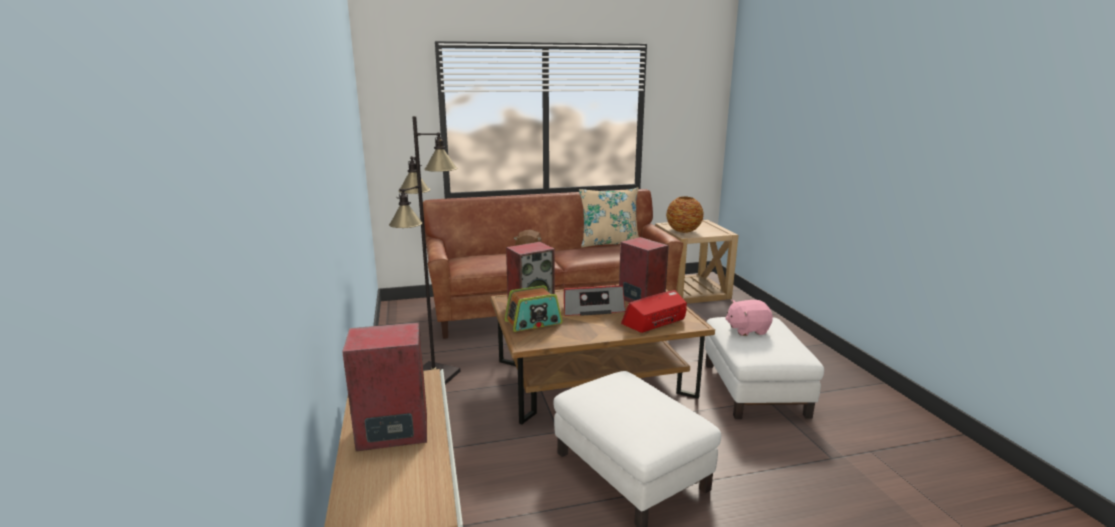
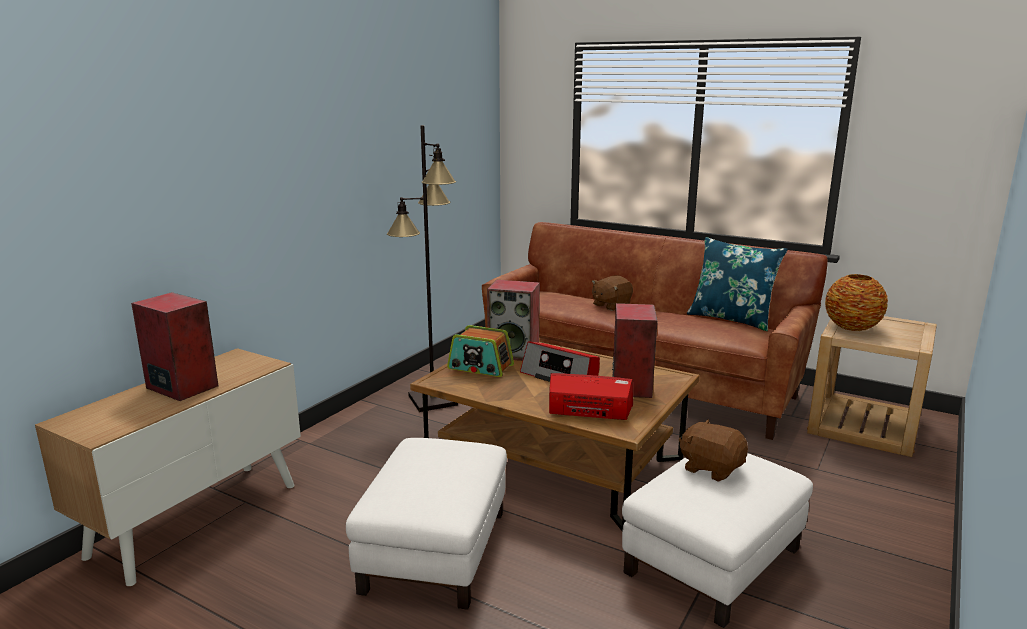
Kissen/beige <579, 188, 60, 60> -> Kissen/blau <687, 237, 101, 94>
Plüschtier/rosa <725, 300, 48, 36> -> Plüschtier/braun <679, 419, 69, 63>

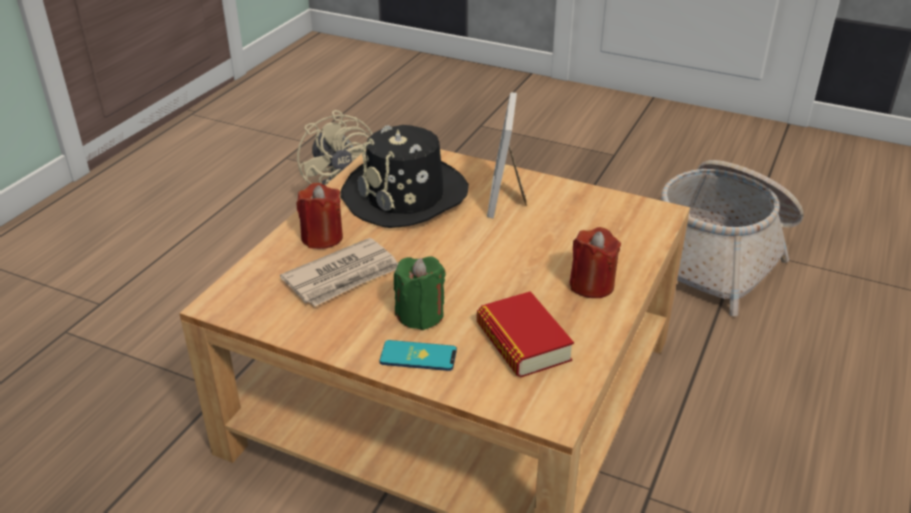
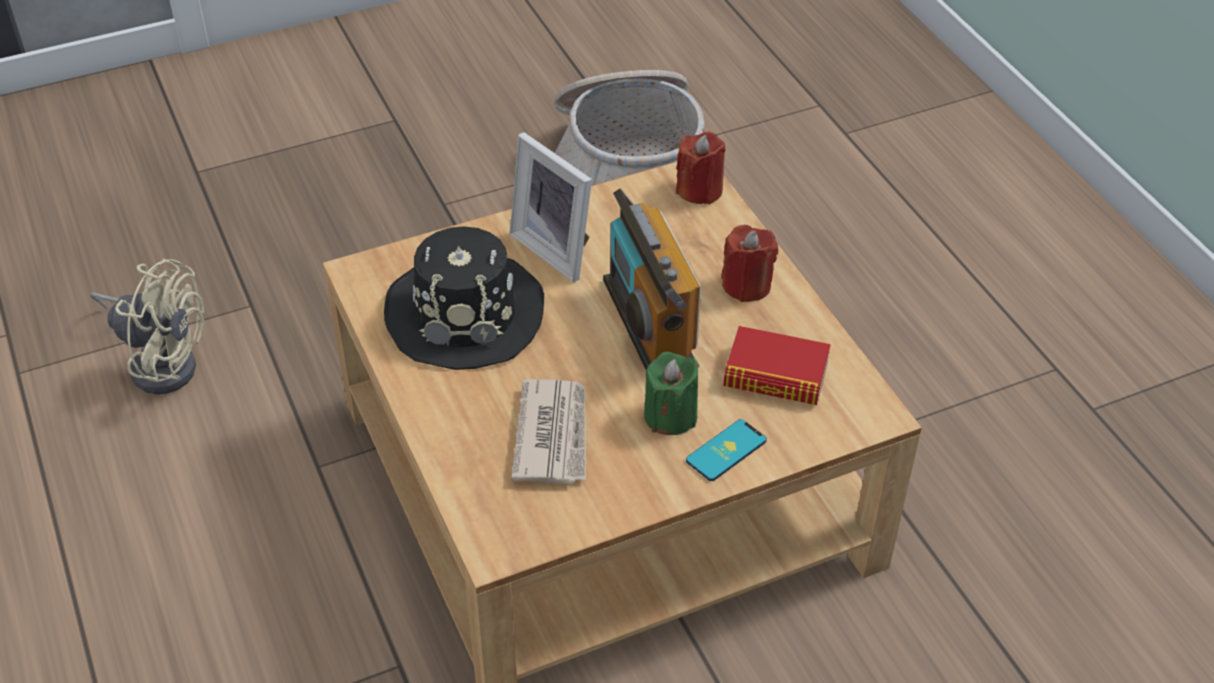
none -> Radio <603, 188, 99, 182>
Kerze/rot <296, 183, 47, 66> -> Kerze/rot <676, 132, 50, 72>, relocated

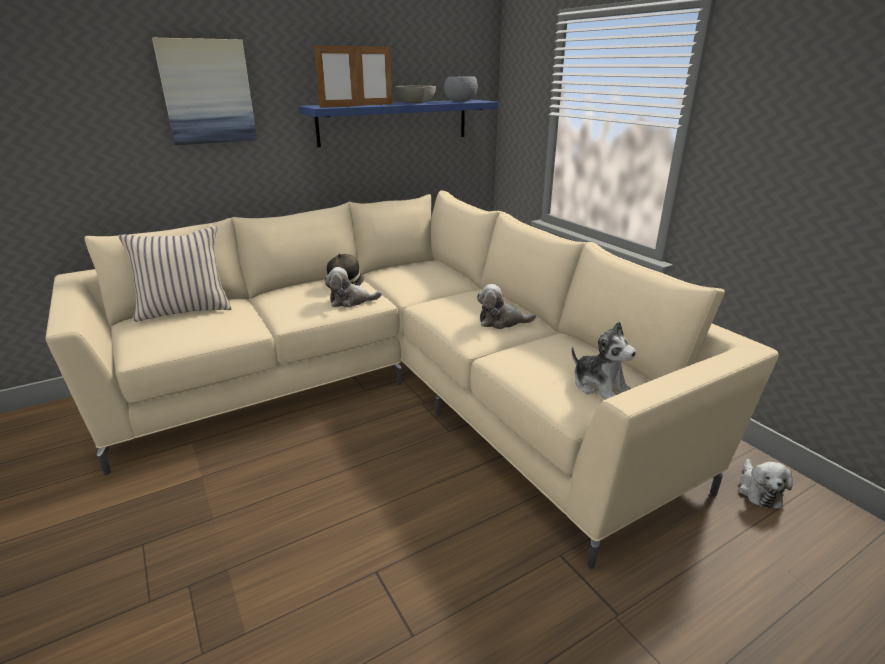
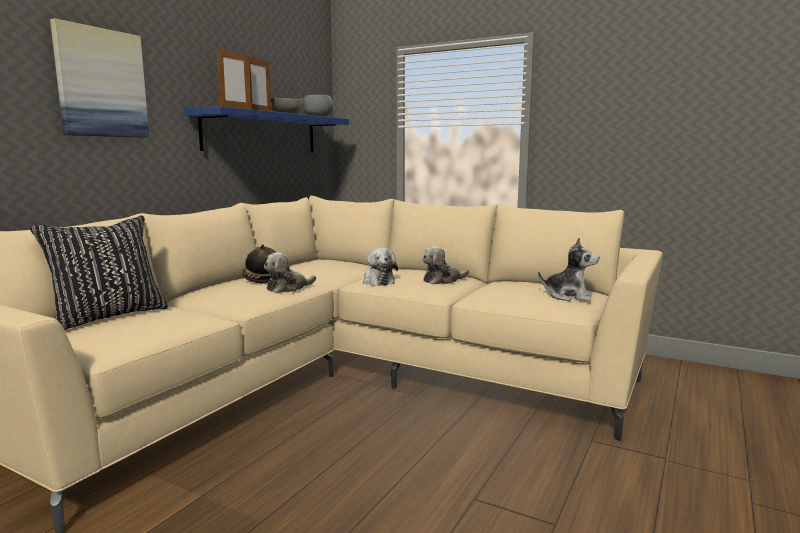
Plüschtier <738, 459, 55, 50> -> Plüschtier <363, 248, 35, 38>, relocated
Kissen/beige <118, 226, 113, 96> -> Kissen/schwarz <29, 216, 139, 114>

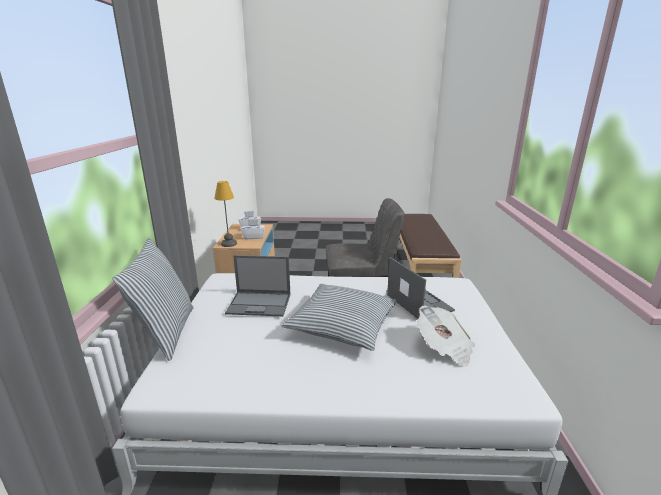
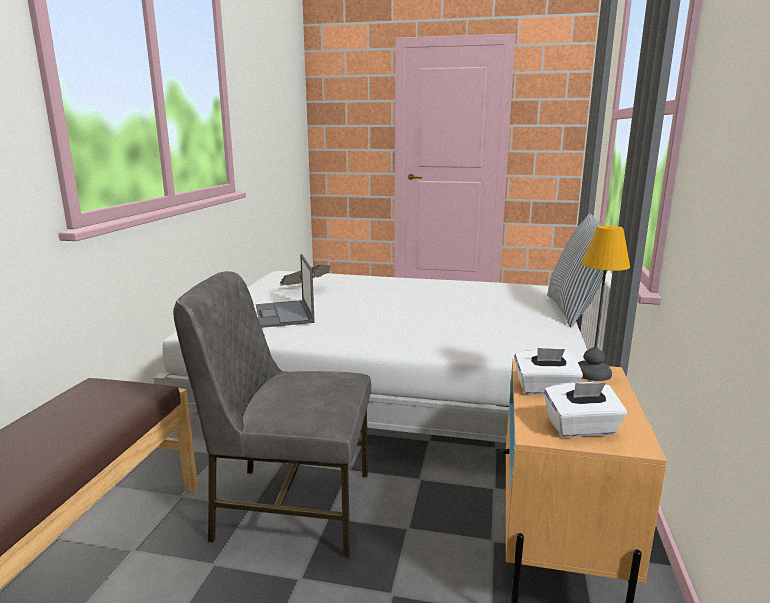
Laptop <225, 255, 66, 61> -> none
Kissen <282, 284, 115, 67> -> none

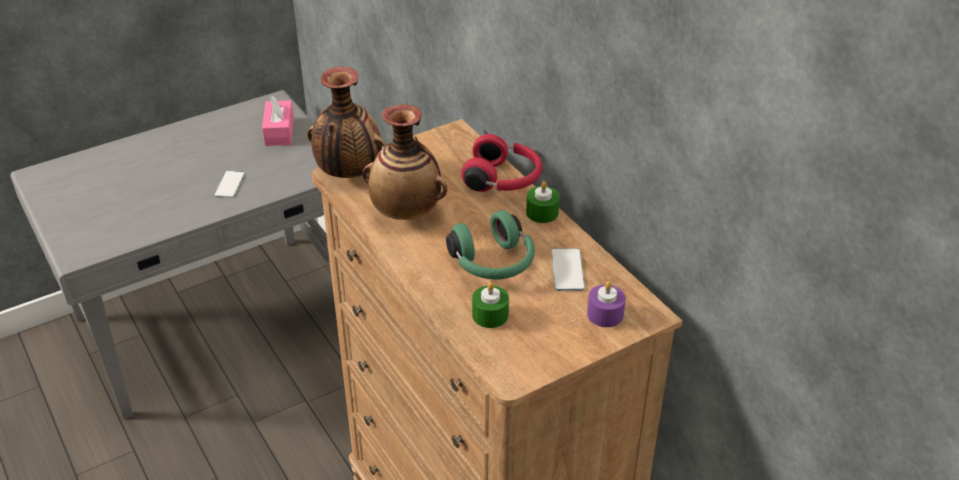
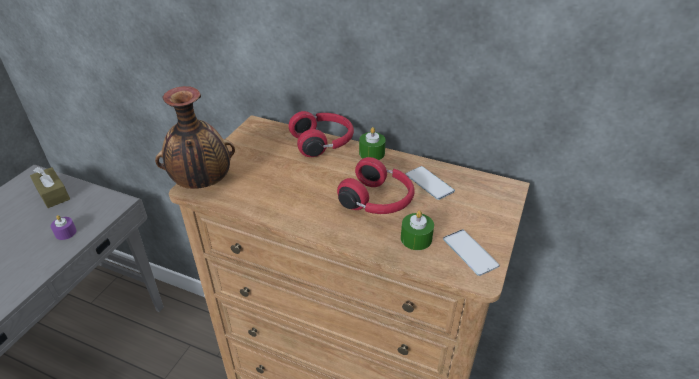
Vase <362, 104, 85, 116> -> none
Handy <214, 170, 31, 28> -> Handy <443, 230, 57, 46>, relocated
Kerze/lila <587, 282, 39, 45> -> Kerze/lila <51, 215, 26, 25>, relocated
Taschentuchbox/rosa <262, 96, 32, 50> -> Taschentuchbox/braun <30, 167, 40, 41>
Kopfhörer/grün <446, 210, 89, 70> -> Kopfhörer/rot <337, 157, 77, 57>

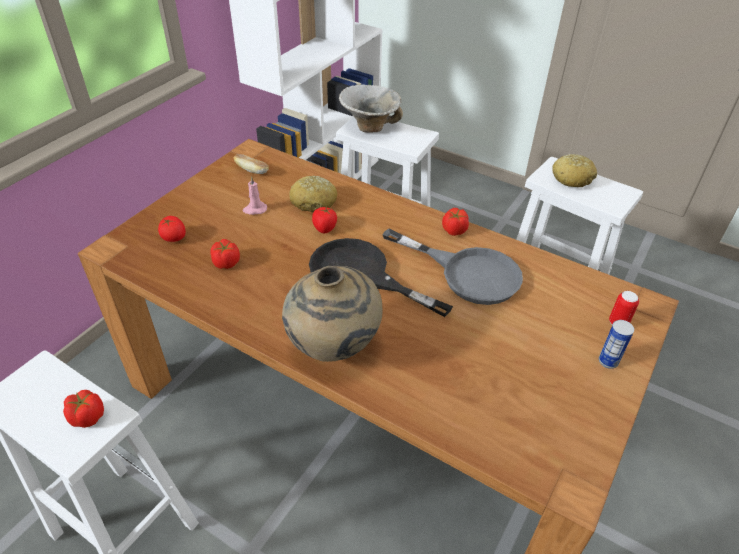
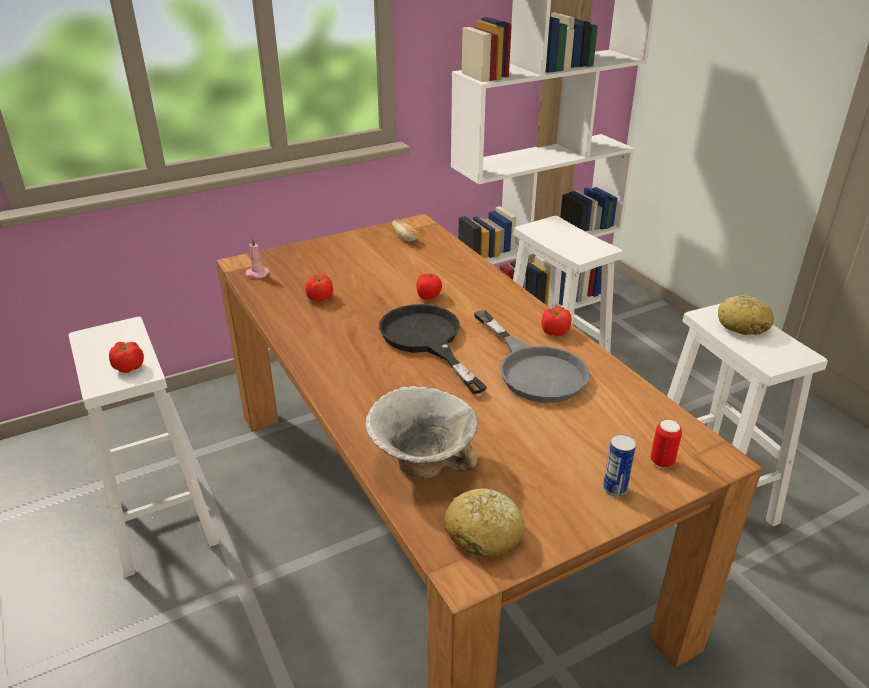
Tomate <158, 216, 28, 26> -> none
Vase/beige <282, 266, 100, 96> -> none
Kerze/rosa <243, 176, 24, 39> -> Kerze/rosa <245, 237, 25, 41>, relocated
Brot <289, 176, 48, 36> -> Brot <444, 488, 81, 69>, relocated
Schüssel <339, 84, 64, 49> -> Schüssel <366, 386, 113, 93>, relocated

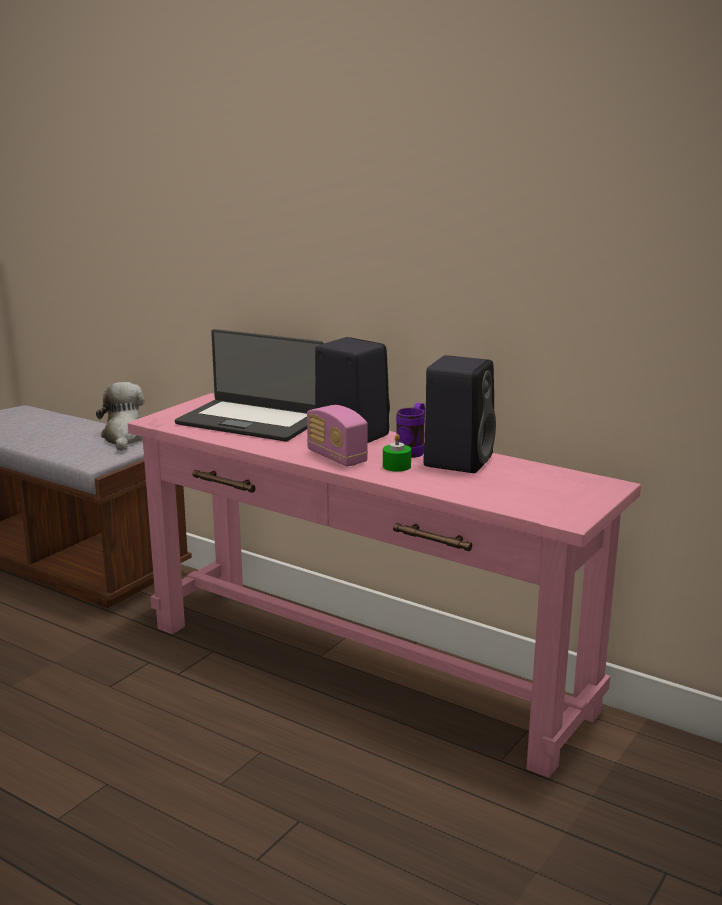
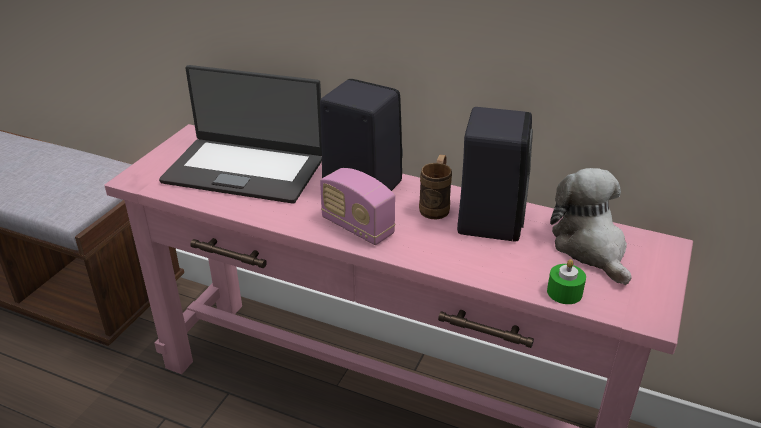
Plüschtier <96, 382, 49, 69> -> Plüschtier <550, 168, 82, 117>, relocated
Kerze/grün <383, 434, 28, 38> -> Kerze/grün <547, 259, 39, 45>, relocated
Henkelbecher/lila <396, 403, 29, 55> -> Henkelbecher/braun <419, 155, 33, 64>

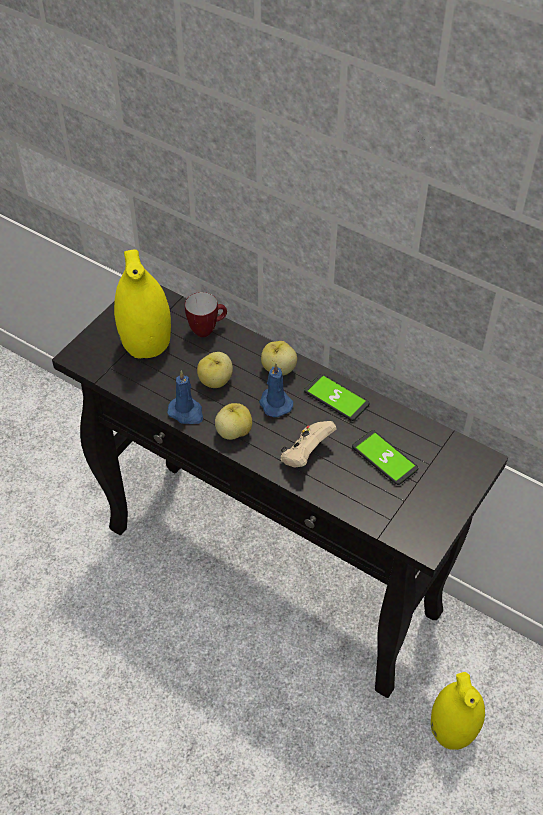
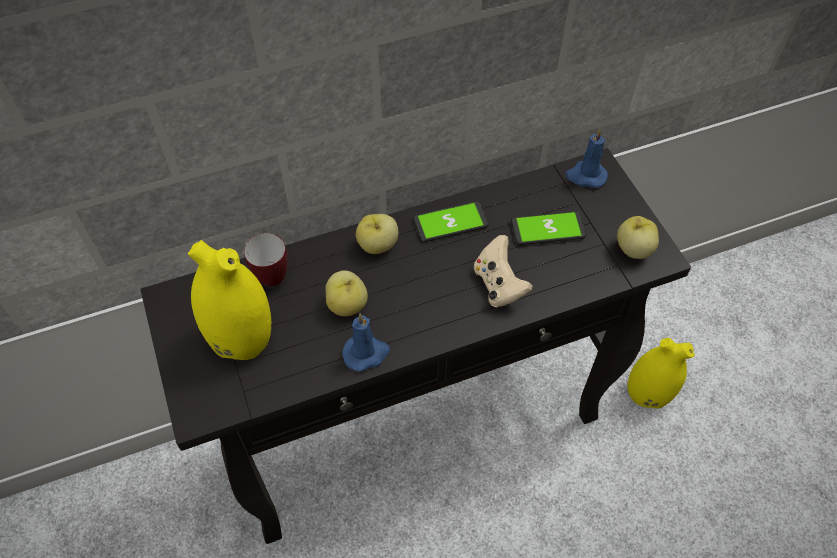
Apfel <215, 403, 37, 37> -> Apfel <617, 216, 42, 43>, relocated
Kerze/blau <259, 363, 34, 54> -> Kerze/blau <565, 129, 43, 59>, relocated

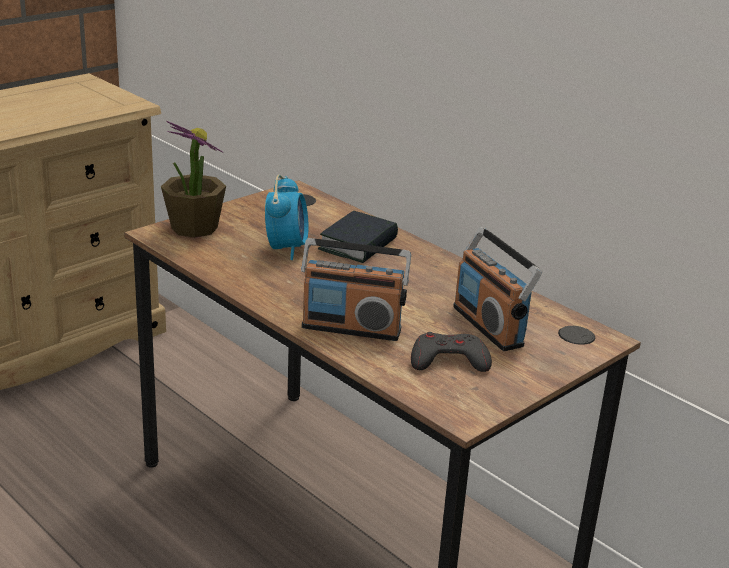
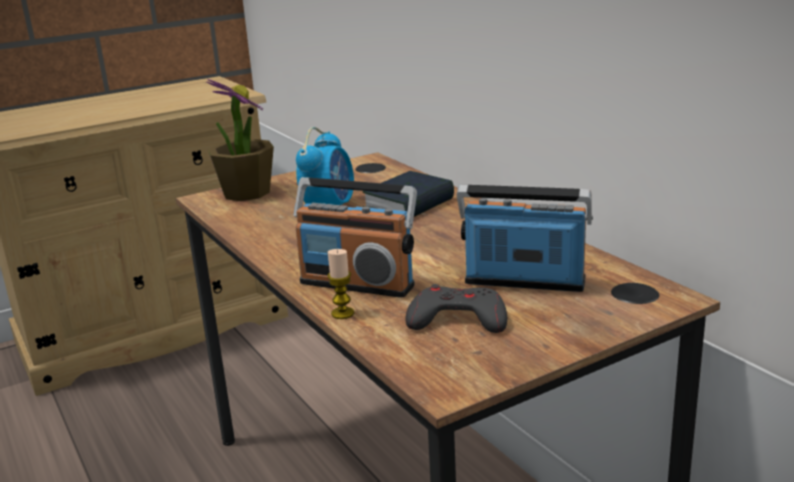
none -> Kerze <327, 249, 27, 70>
Radio <453, 227, 89, 124> -> Radio <457, 185, 136, 107>, 120 degrees clockwise

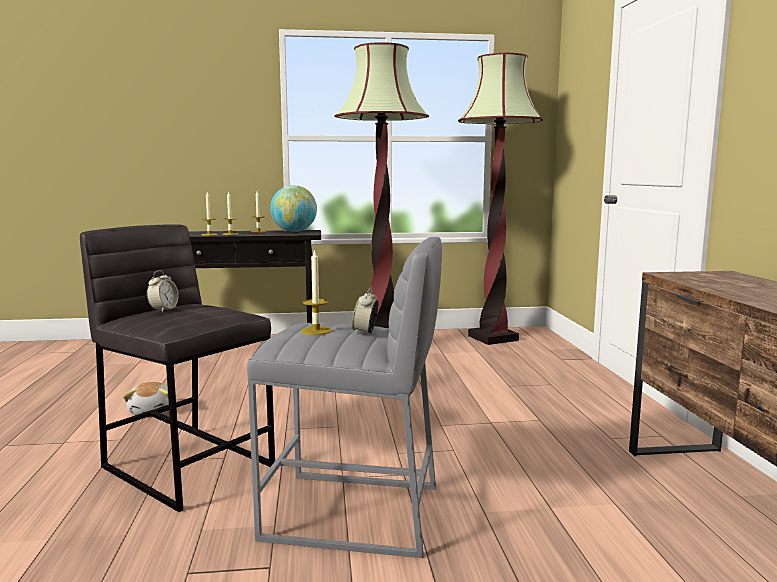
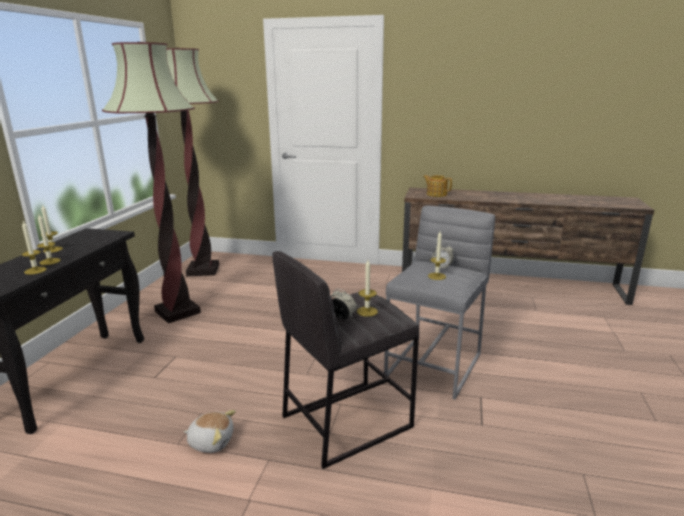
Globus <270, 185, 47, 47> -> none
none -> Kerze <357, 260, 21, 57>
none -> Teekanne <423, 175, 29, 22>

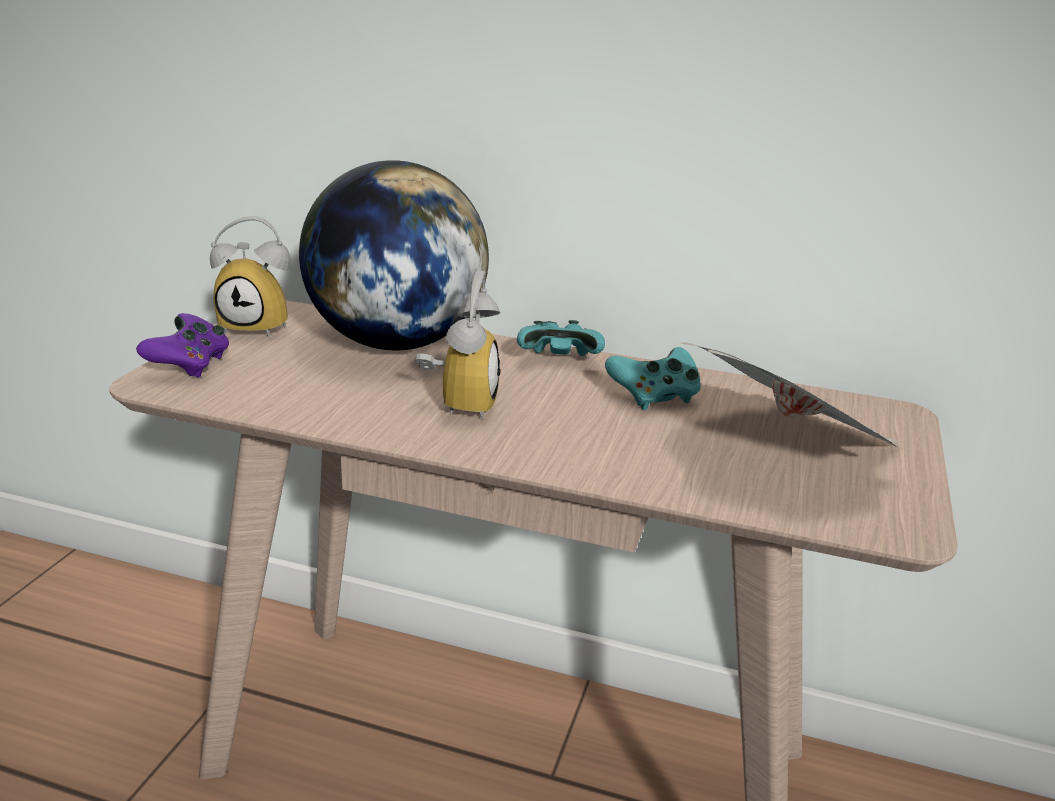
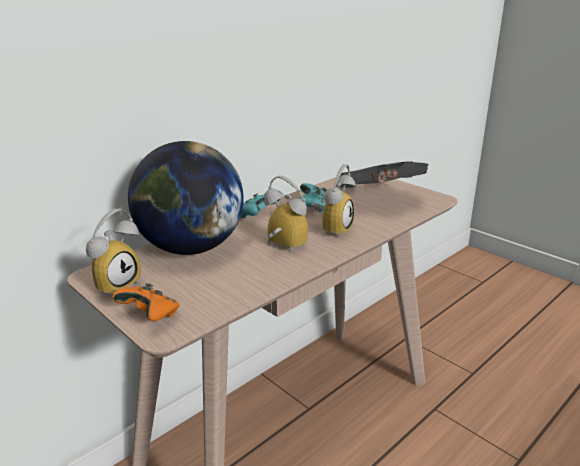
none -> Wecker <311, 164, 45, 74>
Gamepad/lila <136, 313, 93, 65> -> Gamepad/orange <112, 283, 68, 38>

